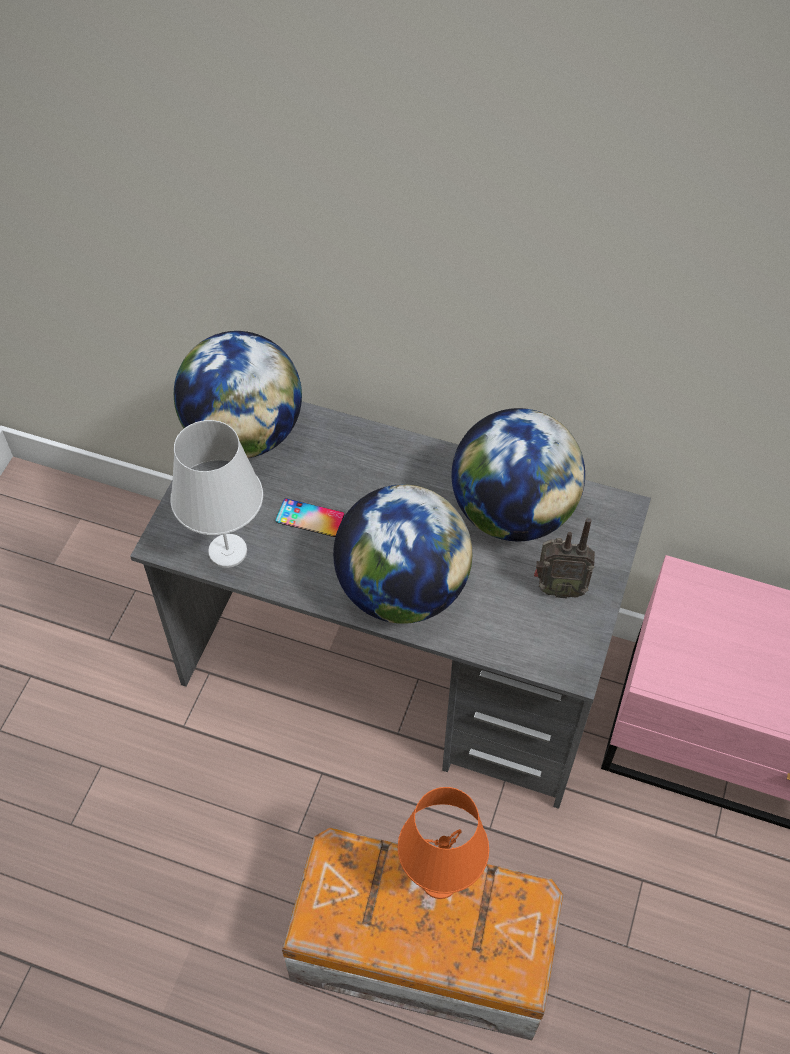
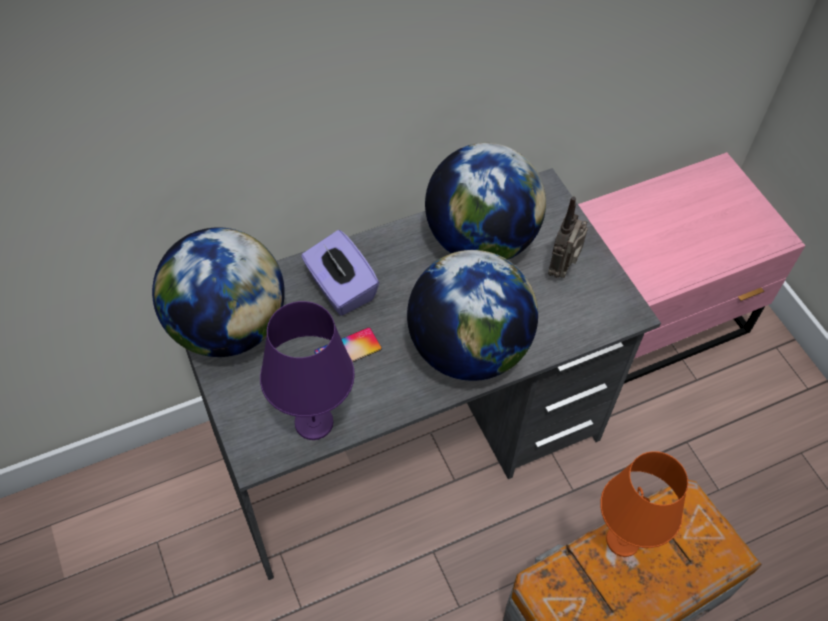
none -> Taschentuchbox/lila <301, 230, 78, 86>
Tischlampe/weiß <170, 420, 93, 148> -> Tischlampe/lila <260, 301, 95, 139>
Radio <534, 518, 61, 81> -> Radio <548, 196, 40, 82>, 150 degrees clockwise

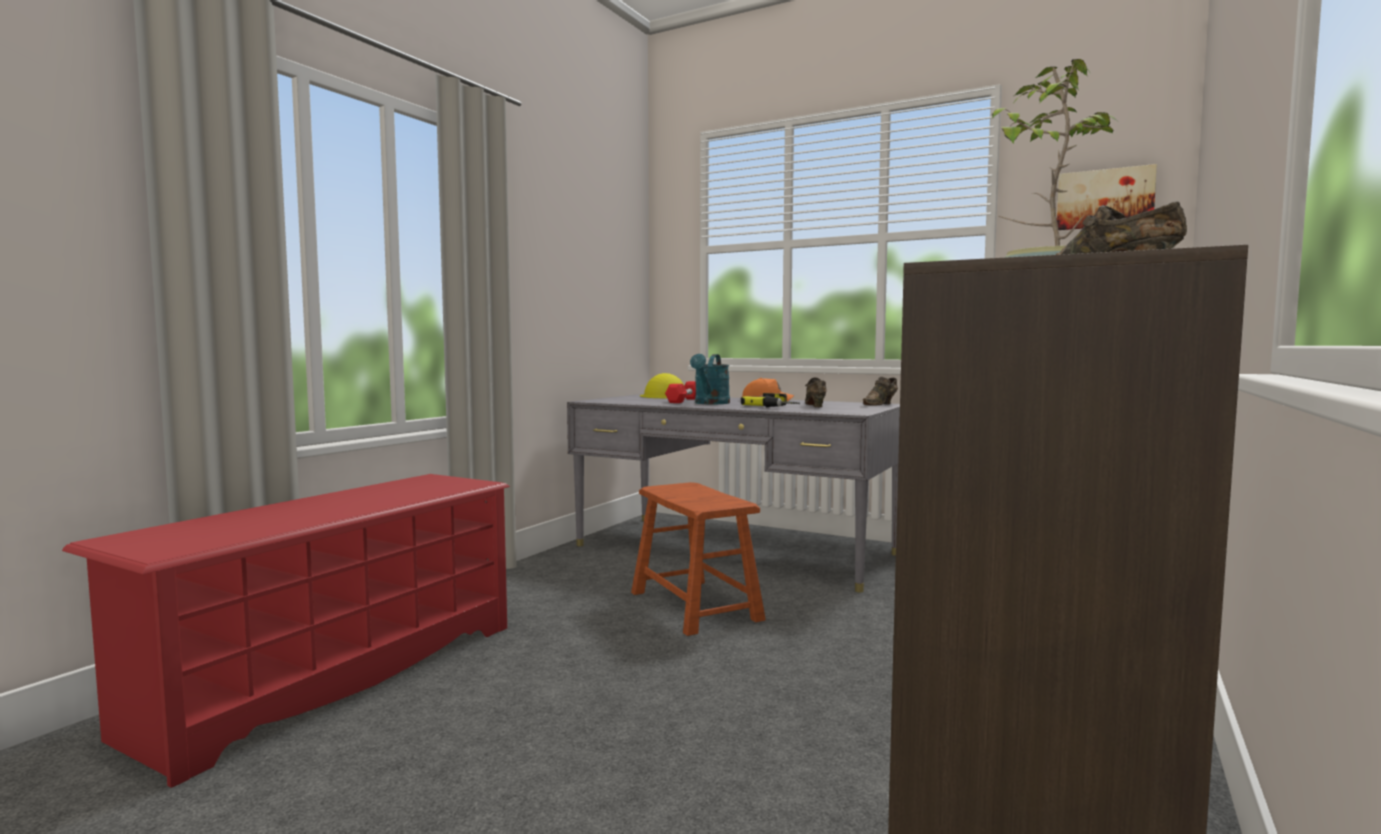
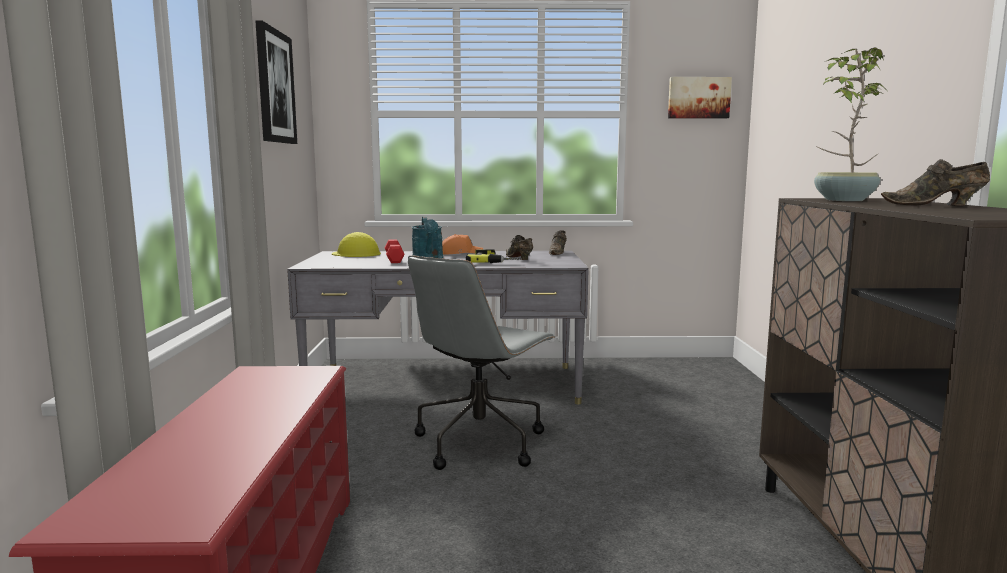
none -> Bild <255, 20, 42, 124>
Hocker/braun <631, 482, 135, 154> -> Bürostuhl/grau <408, 255, 148, 215>

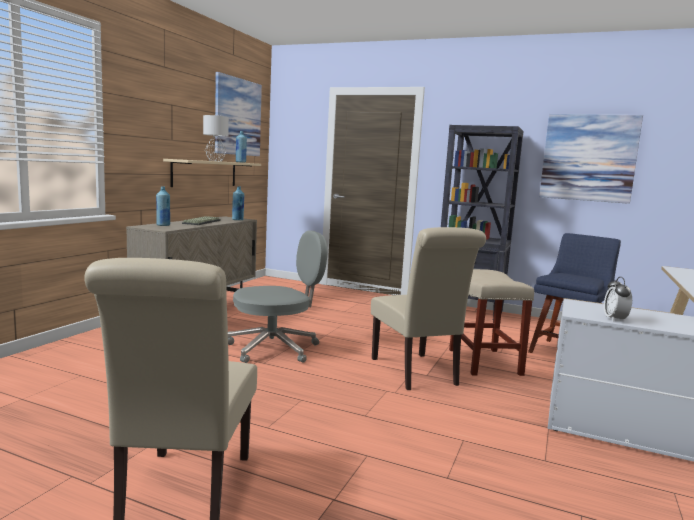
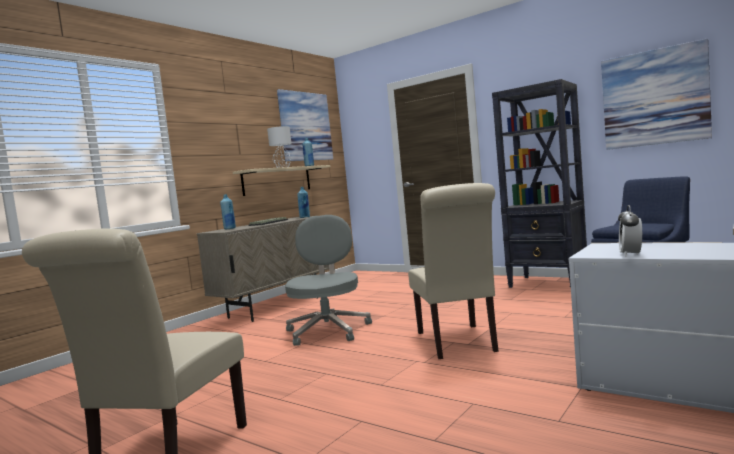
Hocker/beige <449, 269, 85, 107> -> none
Bürostuhl/grau <228, 231, 99, 132> -> Bürostuhl/grau <285, 215, 87, 131>, 75 degrees counterclockwise

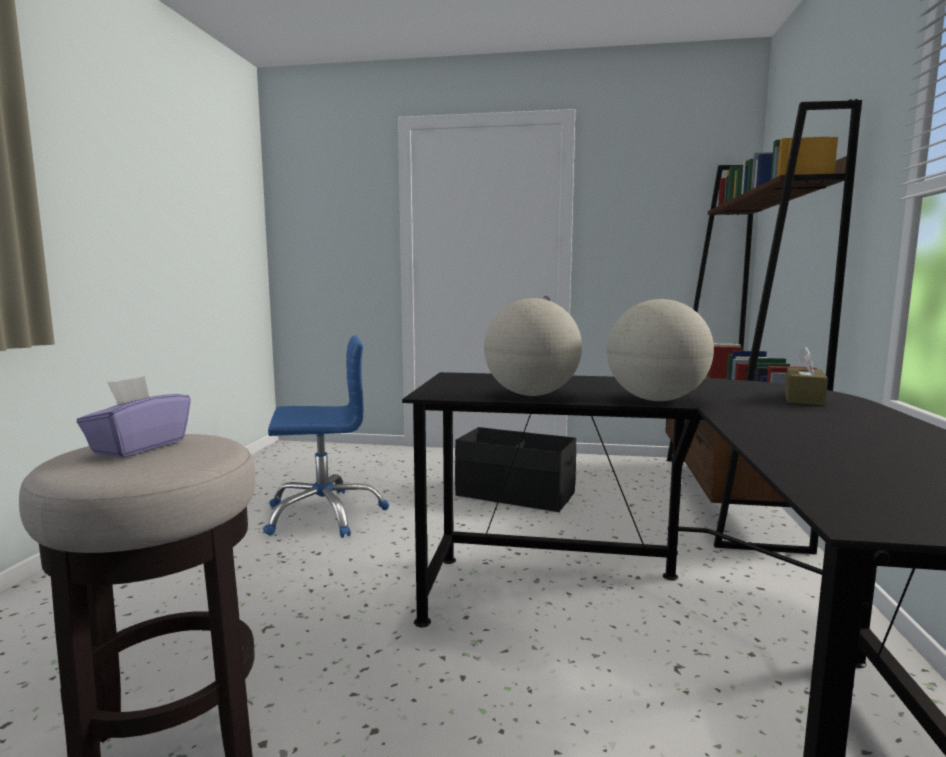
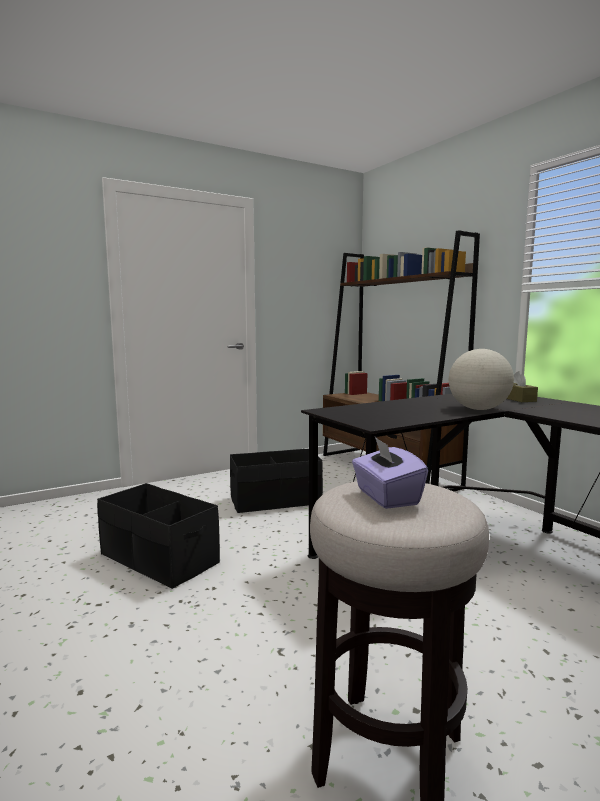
Globus <484, 298, 98, 98> -> none
Bürostuhl/blau <263, 336, 126, 202> -> Aufbewahrungsbox/schwarz <97, 483, 123, 106>

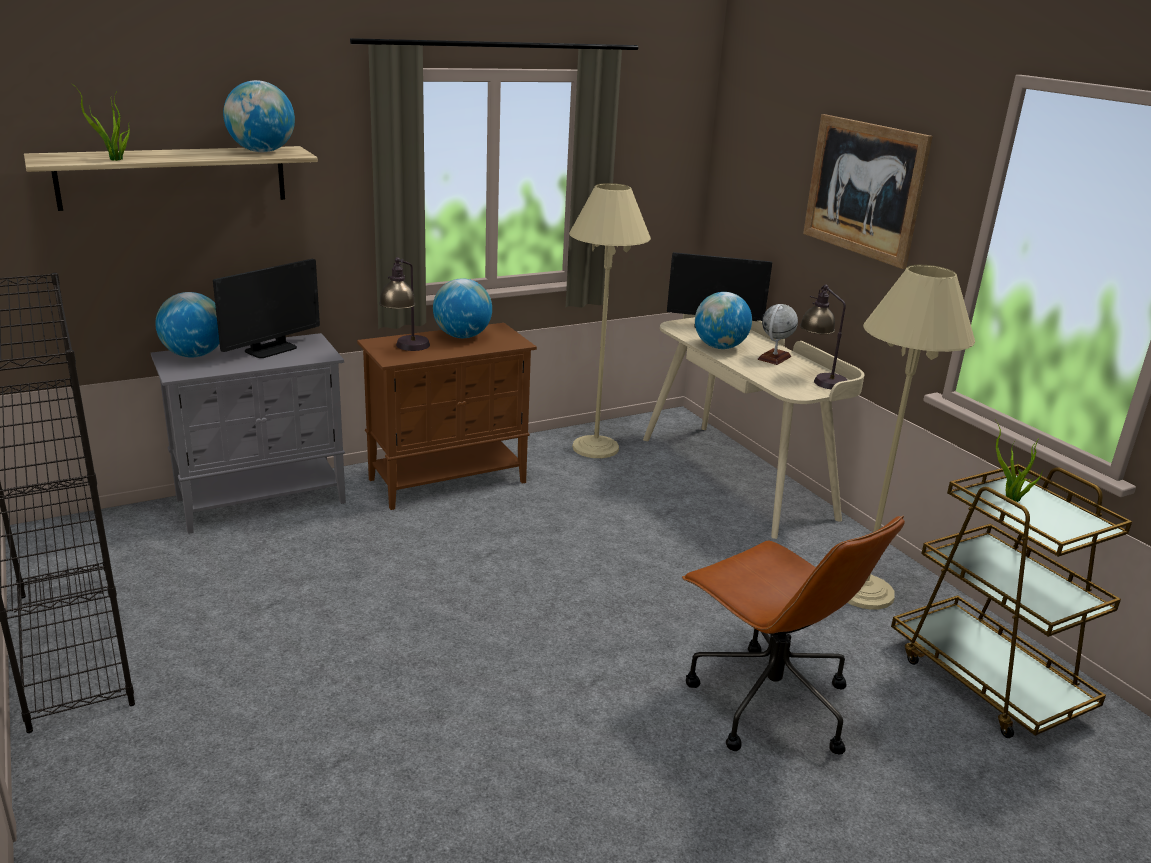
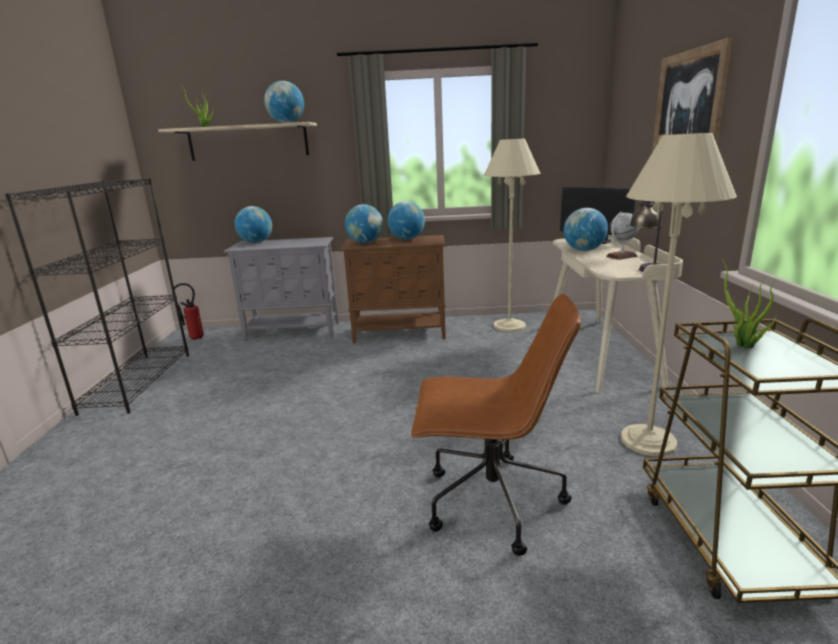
Monitor <213, 259, 107, 99> -> none
none -> Feuerlöscher <172, 283, 32, 57>
Tischlampe <379, 257, 51, 94> -> Globus <345, 204, 38, 40>
Bürostuhl/braun <682, 515, 223, 240> -> Bürostuhl/braun <411, 294, 170, 262>, 75 degrees counterclockwise

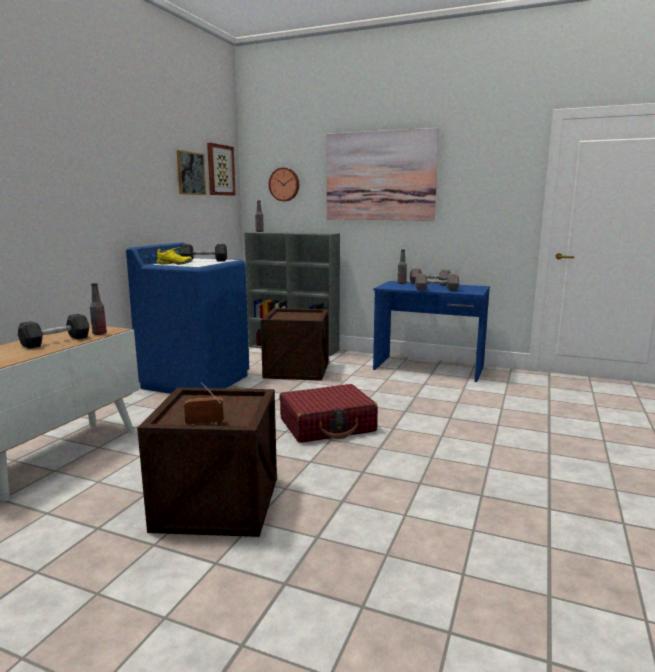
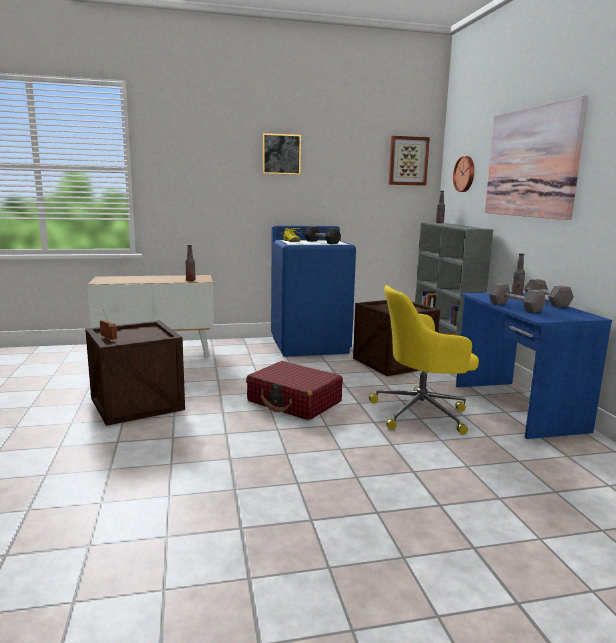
Hantel/grau <18, 314, 72, 35> -> none
none -> Bürostuhl/gelb <369, 285, 110, 150>
Bild <177, 150, 29, 45> -> Bild <263, 133, 38, 42>, relocated

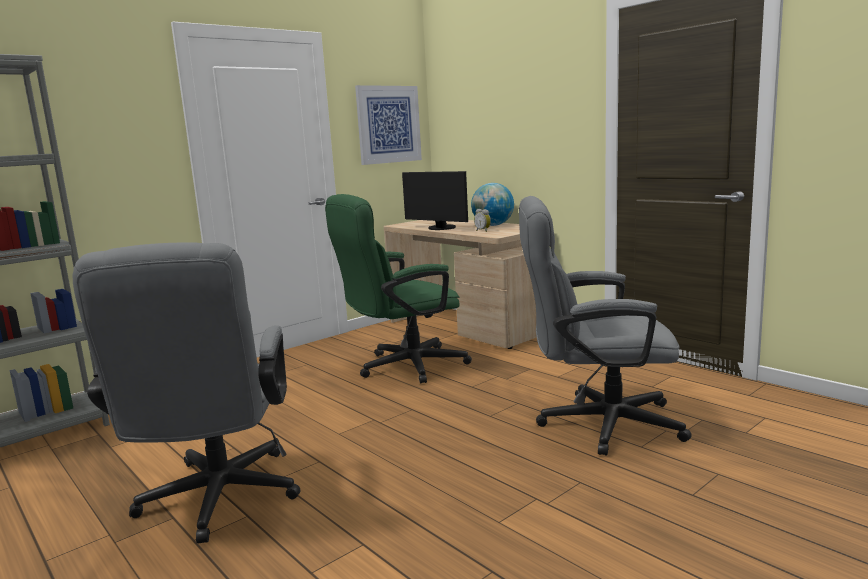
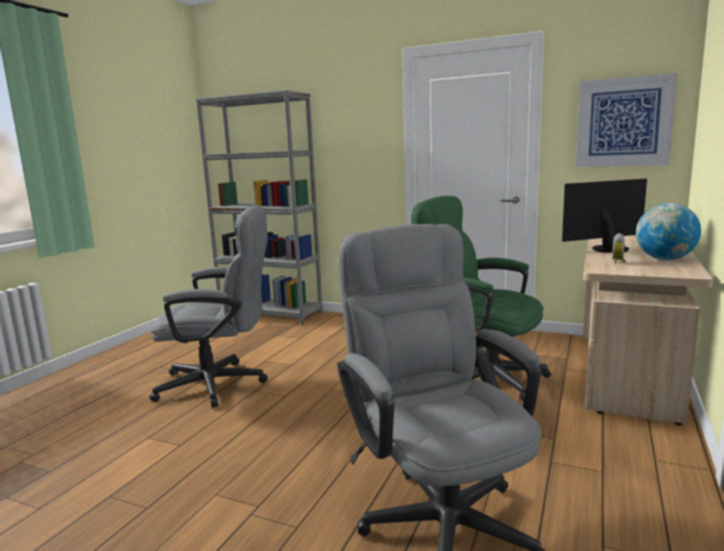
Bürostuhl/grau <72, 242, 229, 301> -> Bürostuhl/grau <149, 205, 119, 202>, 150 degrees counterclockwise
Monitor <402, 171, 66, 59> -> Monitor <562, 179, 85, 74>, 60 degrees clockwise

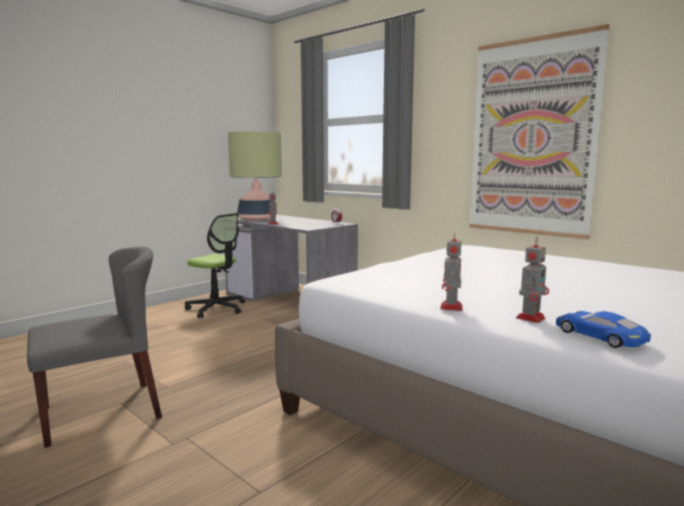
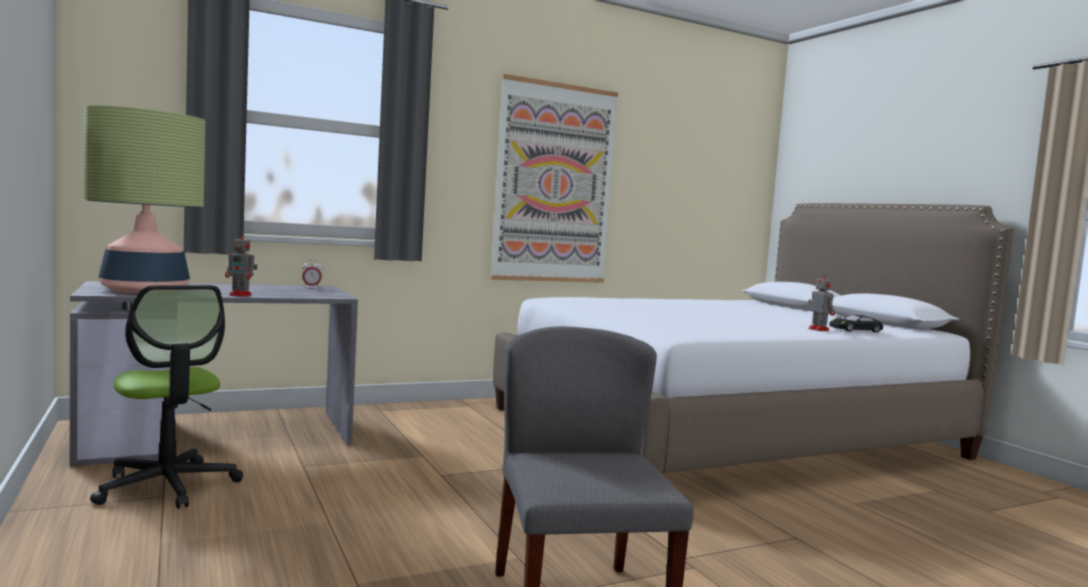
Spielzeugroboter <440, 232, 23, 79> -> none
Spielzeugauto/blau <556, 311, 95, 37> -> Spielzeugauto/schwarz <829, 315, 54, 18>
Bürostuhl <185, 213, 60, 105> -> Bürostuhl <90, 285, 153, 224>, 90 degrees clockwise

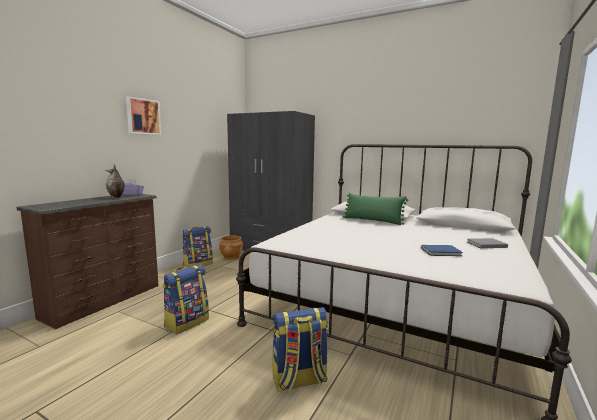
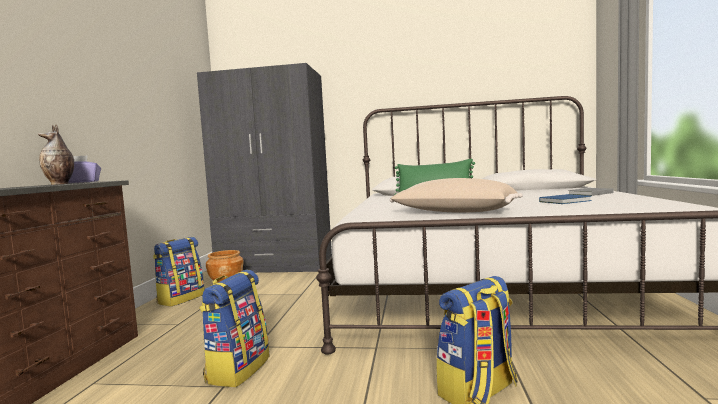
Bild <126, 96, 35, 39> -> none
none -> Kissen/beige <390, 178, 133, 35>

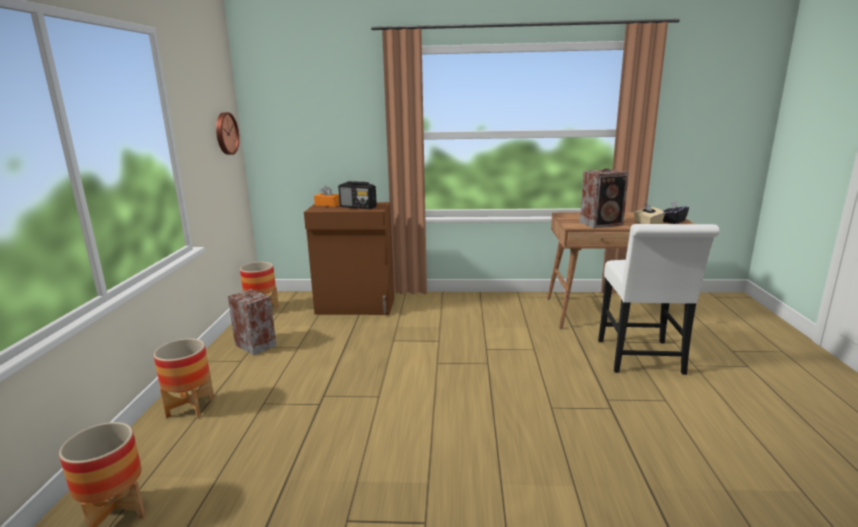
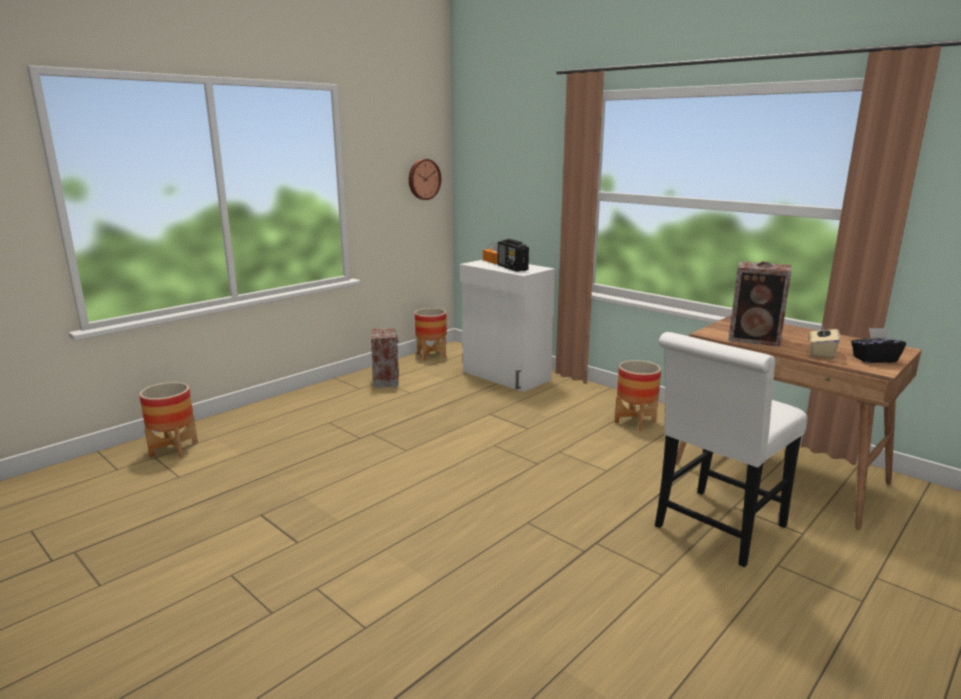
Pflanzkübel <154, 338, 60, 80> -> Pflanzkübel <615, 360, 46, 71>, relocated
Schrank/braun <304, 202, 90, 113> -> Schrank/weiß <460, 260, 95, 132>

